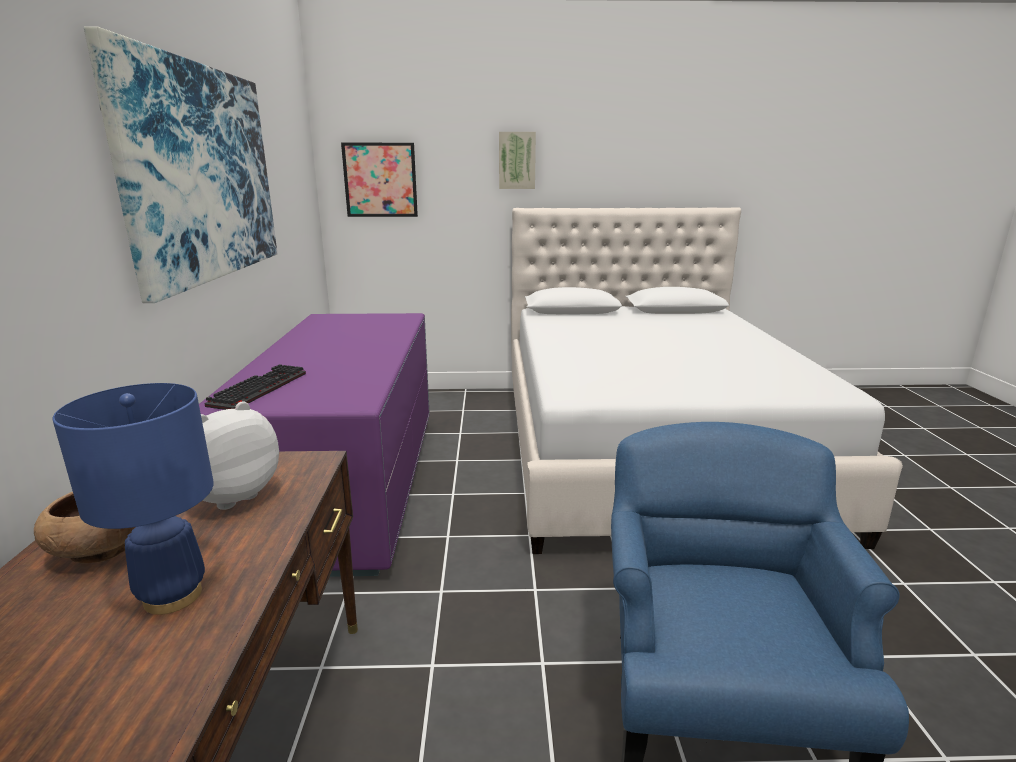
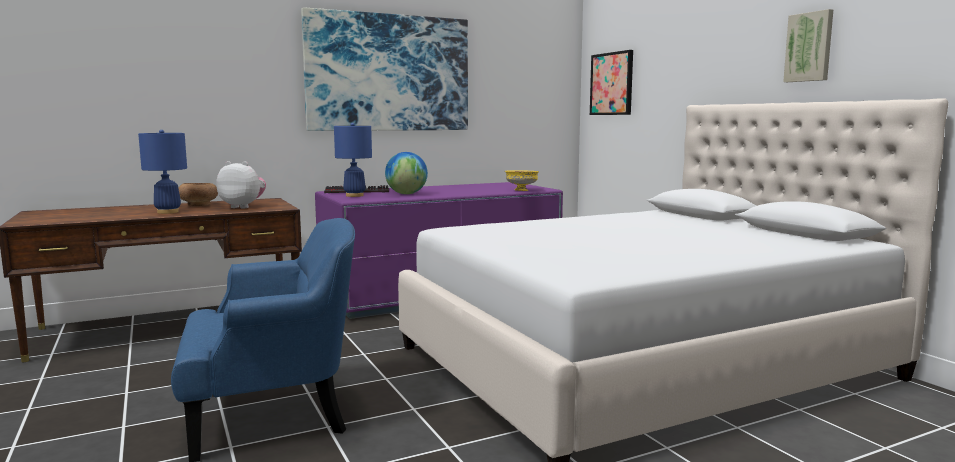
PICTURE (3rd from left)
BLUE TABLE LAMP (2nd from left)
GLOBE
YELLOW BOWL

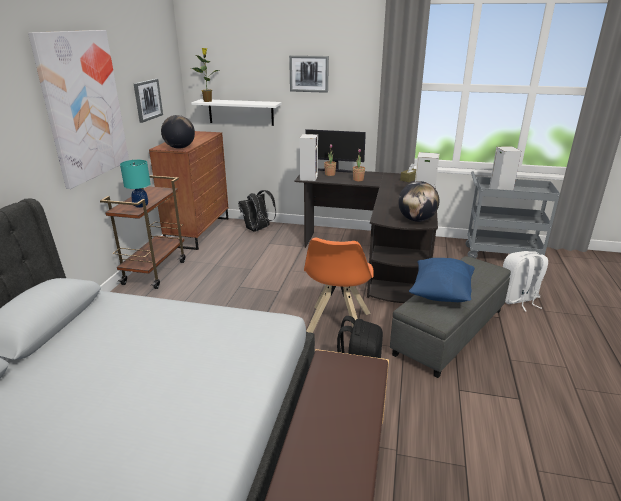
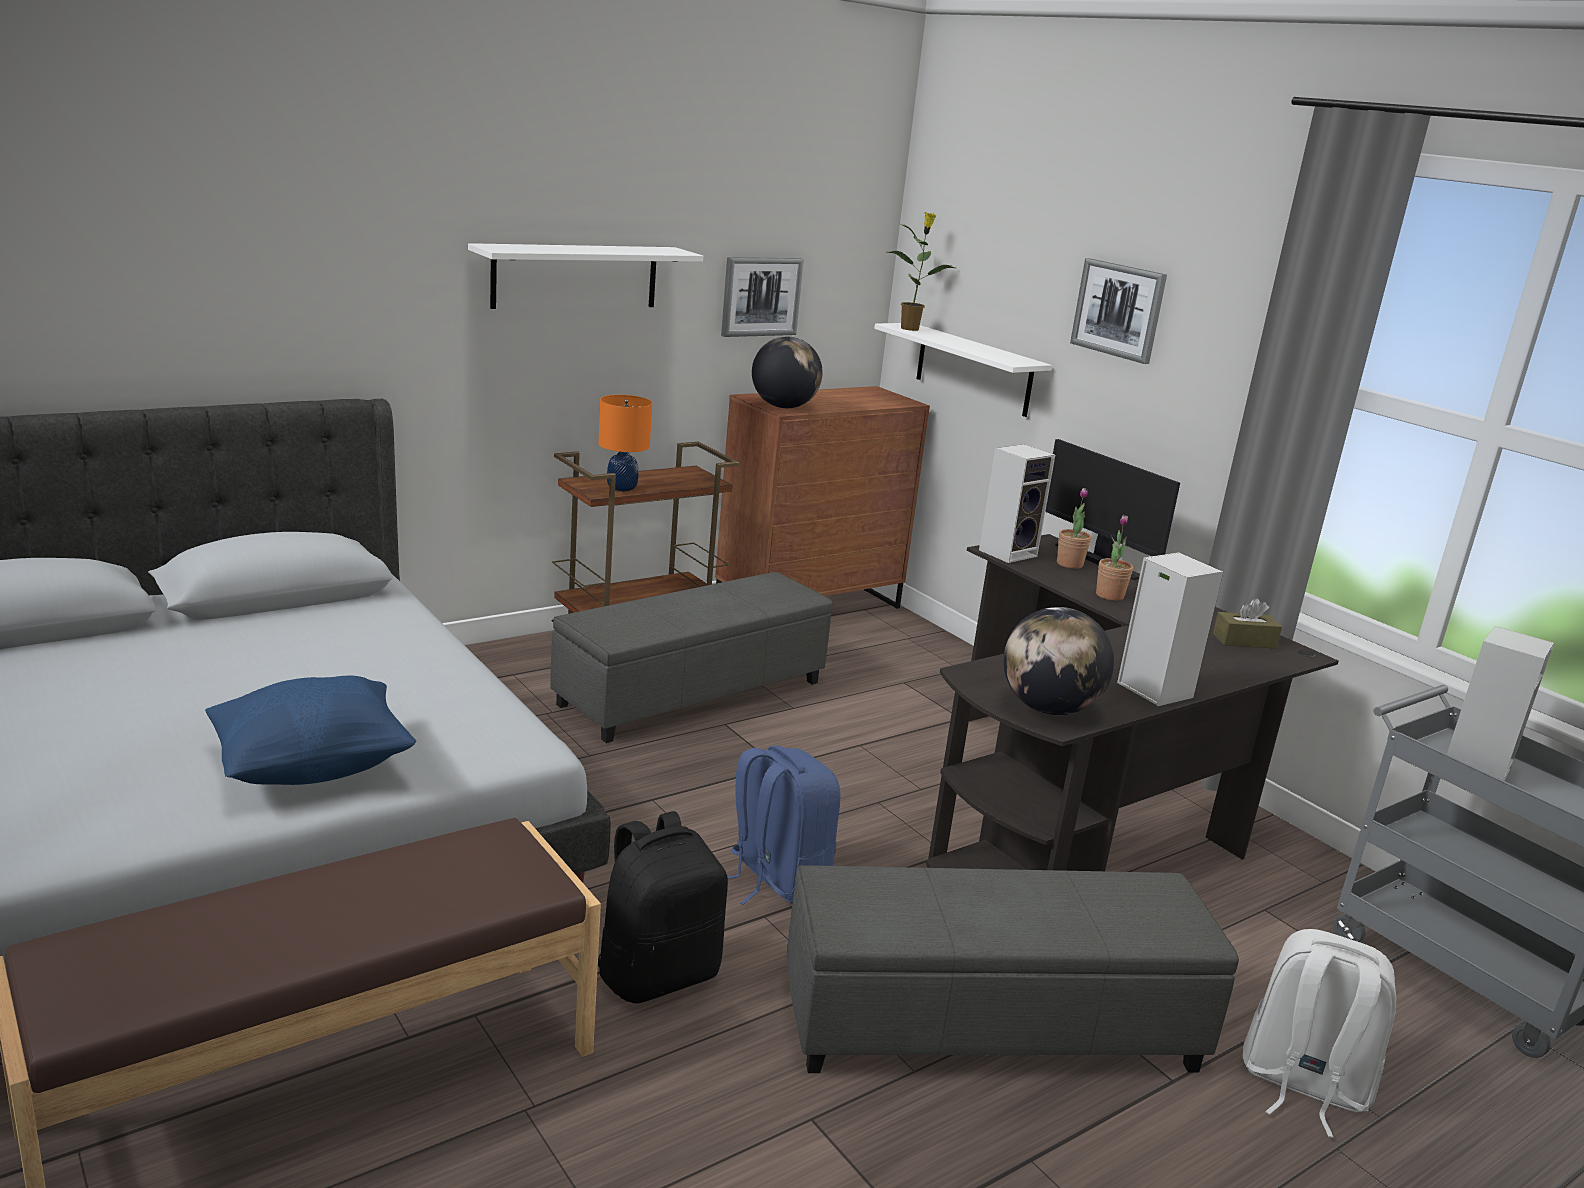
WHITE SHELF (1st from left)
ORANGE TABLE LAMP
BLACK BACKPACK (1st from left in the first image)
BLUE BACKPACK
BLUE PILLOW
GREY OTTOMAN (1st from left)

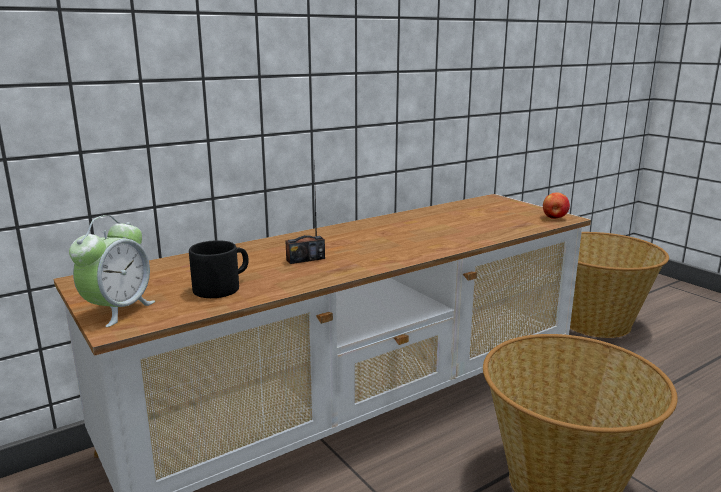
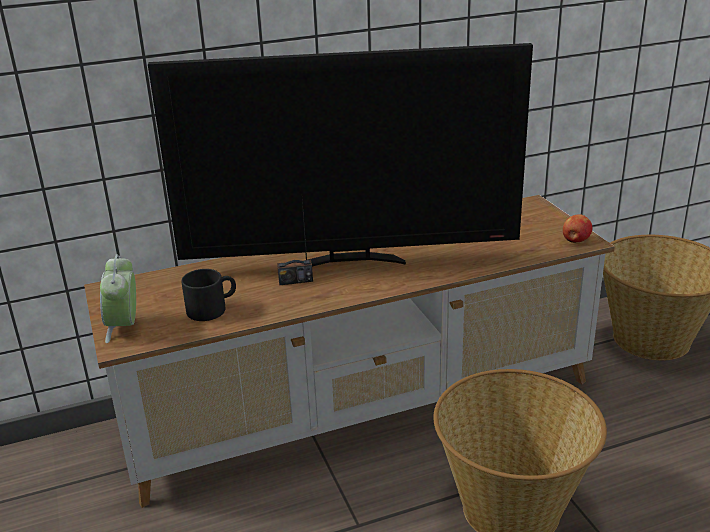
ALARM CLOCK
TELEVISION

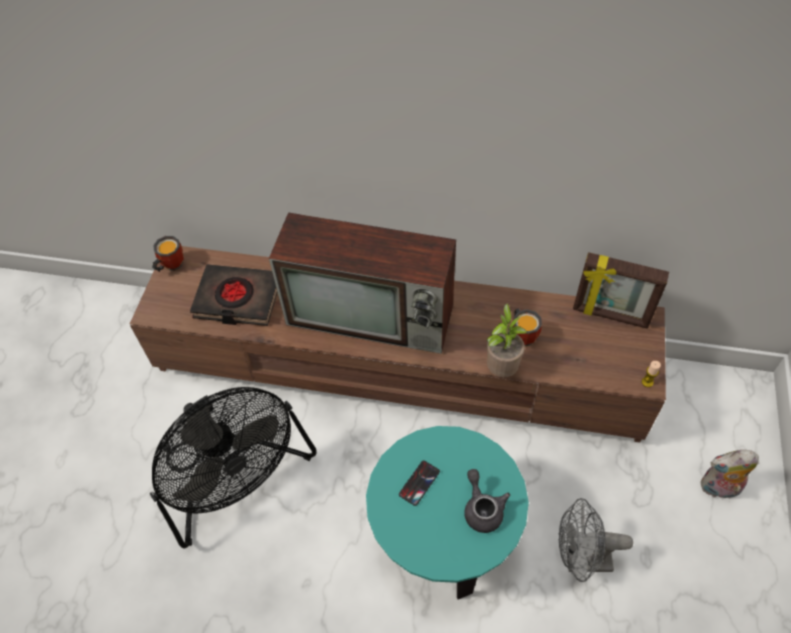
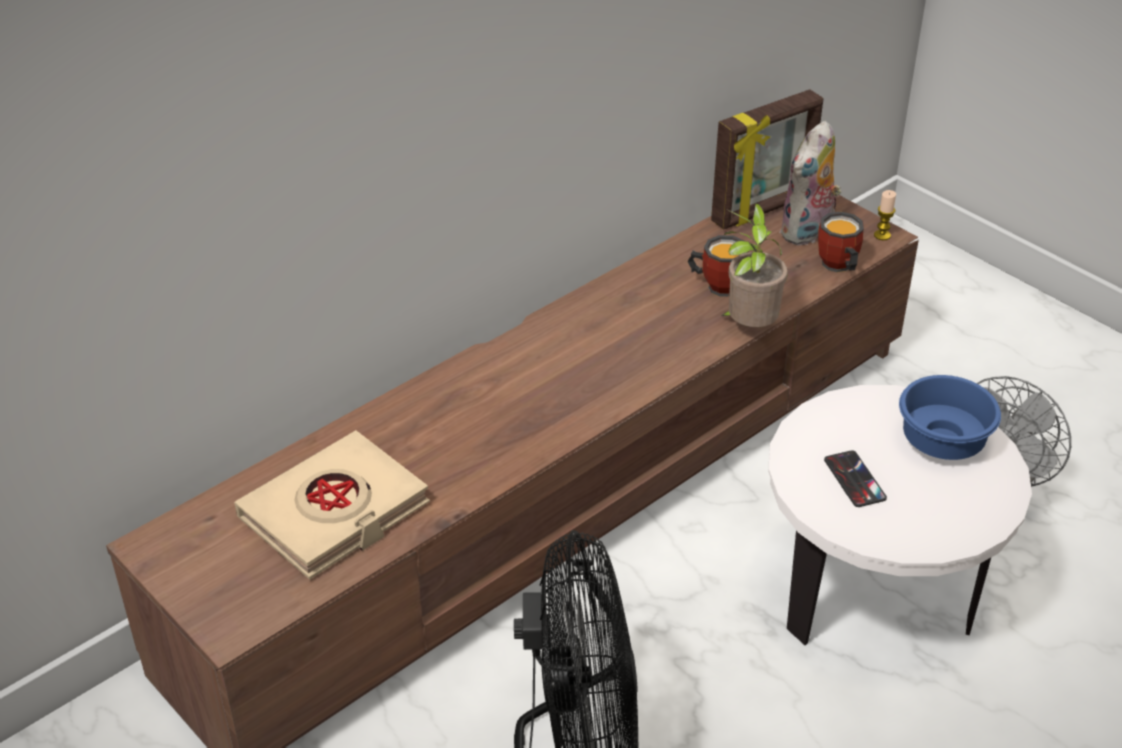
TELEVISION
MUG (2nd from left)
BEIGE BOOK
WHITE SIDE TABLE
PLUSH TOY
BLUE BOWL

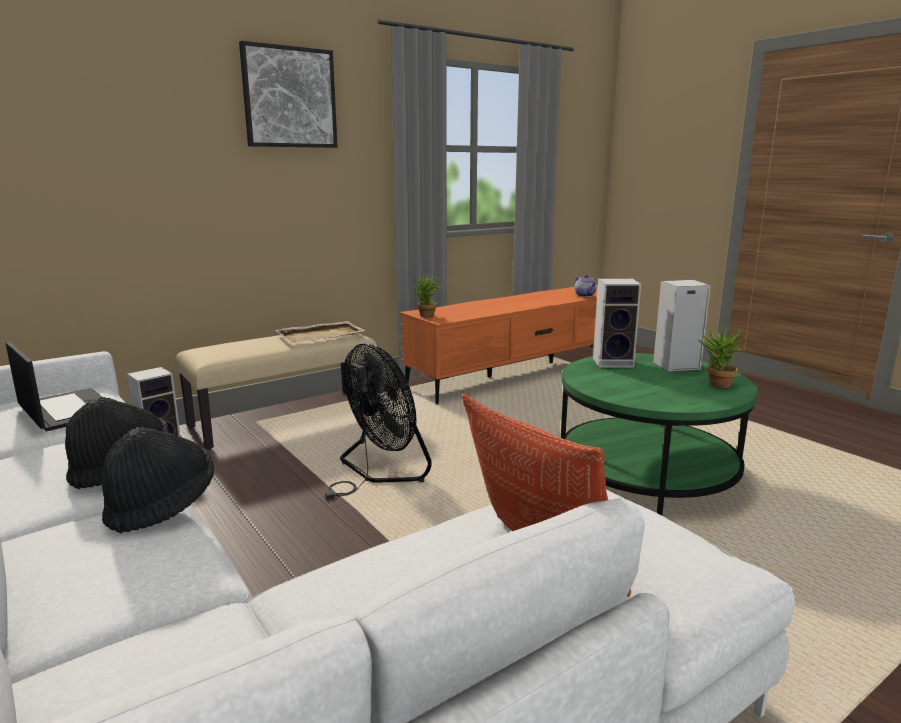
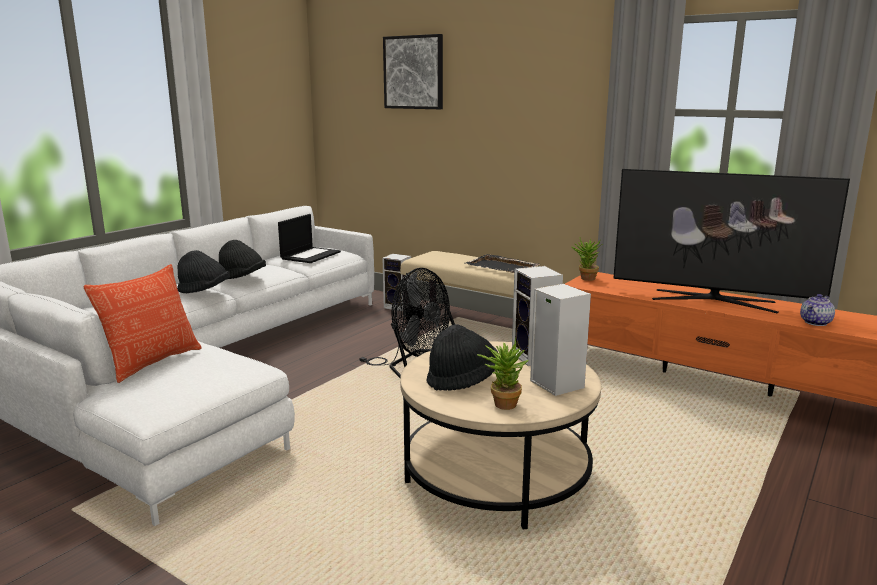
PICTURE
BLACK TRAY
BEIGE COFFEE TABLE
TELEVISION
BLACK HAT (3rd from left)

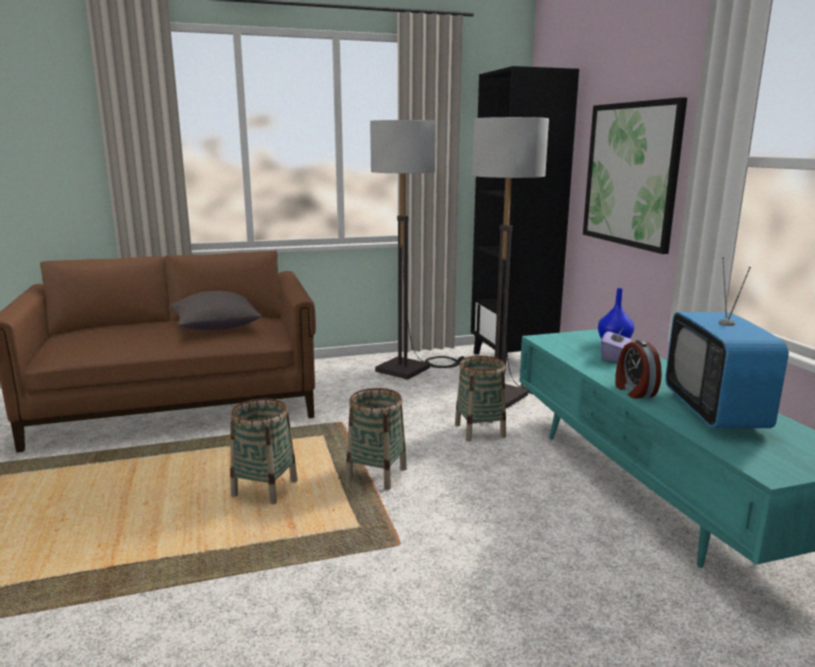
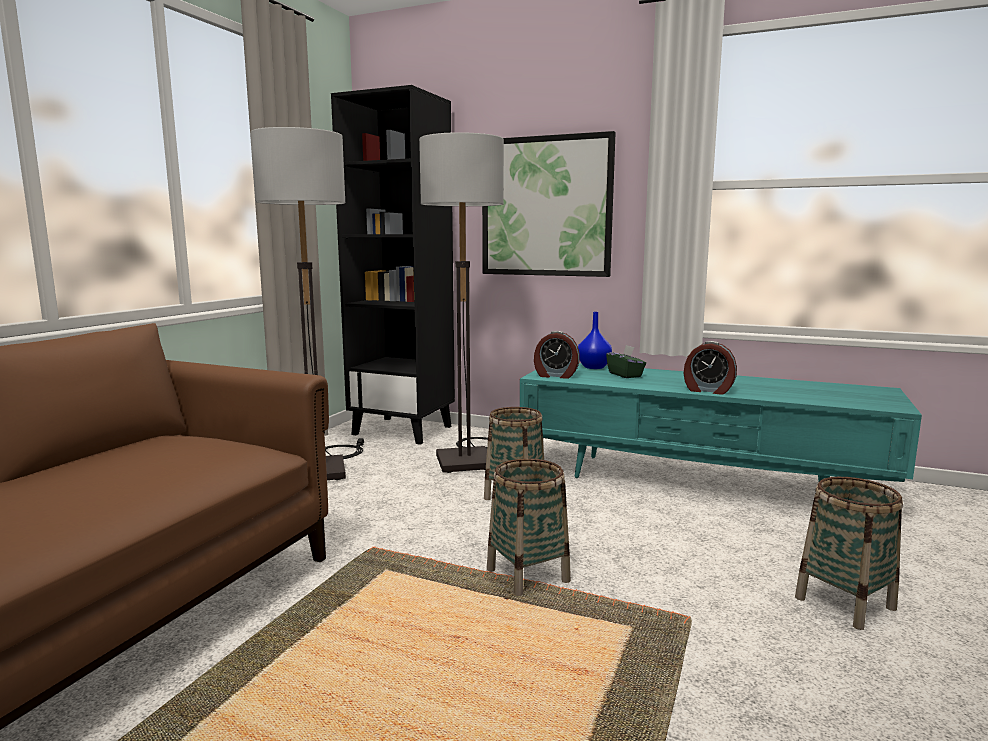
TELEVISION
GREY PILLOW
GREEN TISSUE BOX
BASKET (3rd from left)
ALARM CLOCK (1st from left)

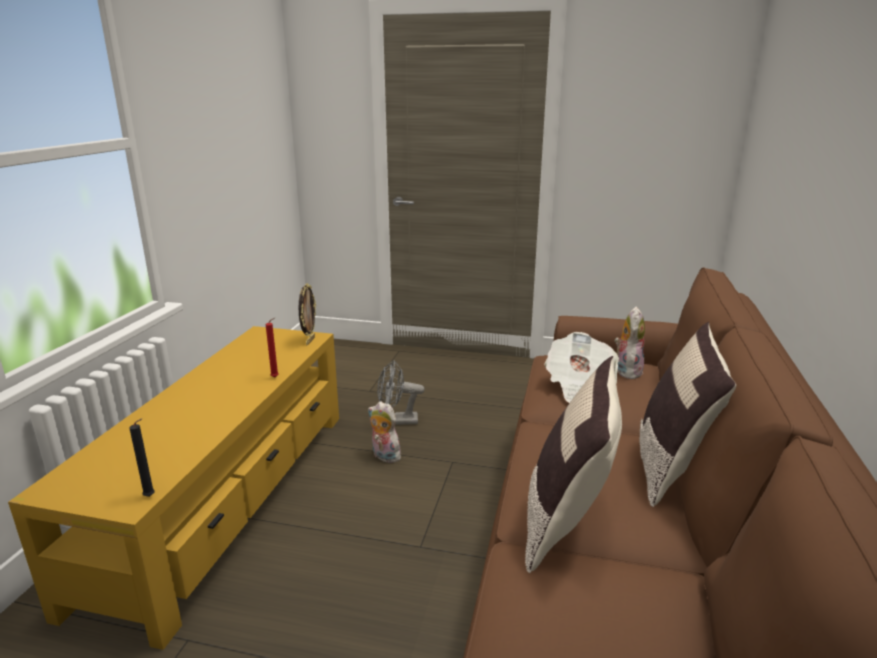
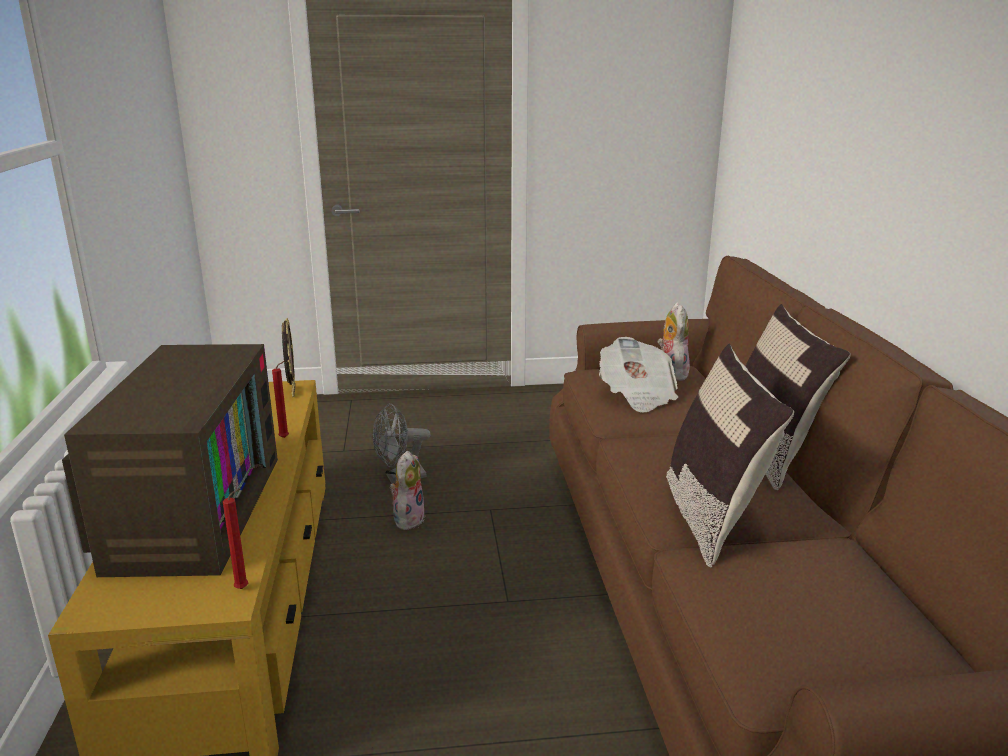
PLUSH TOY (1st from left)
RED CANDLE (1st from left)
TELEVISION

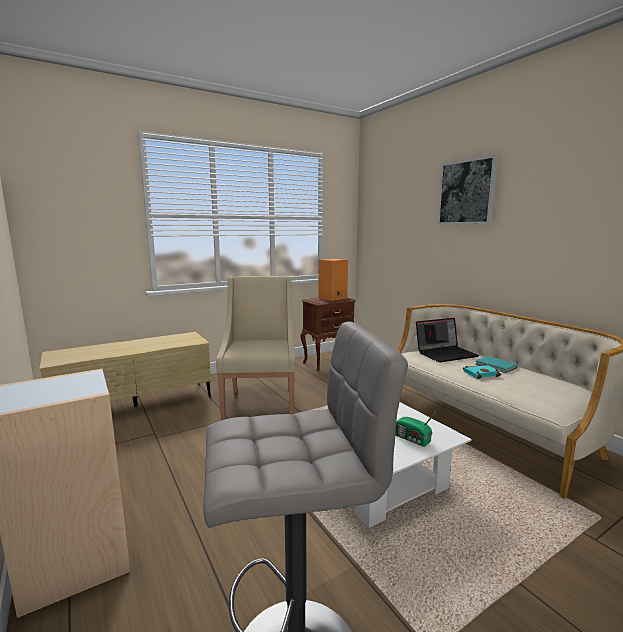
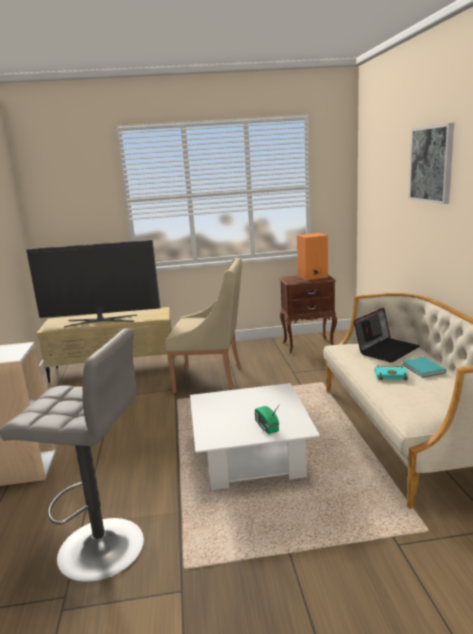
BEIGE ARMCHAIR
LAPTOP
TELEVISION

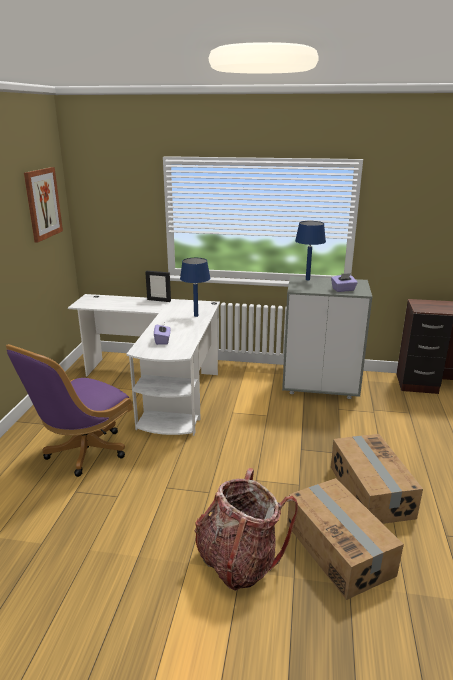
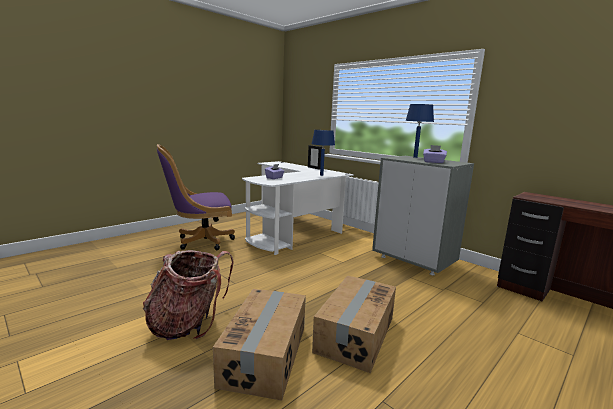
PICTURE

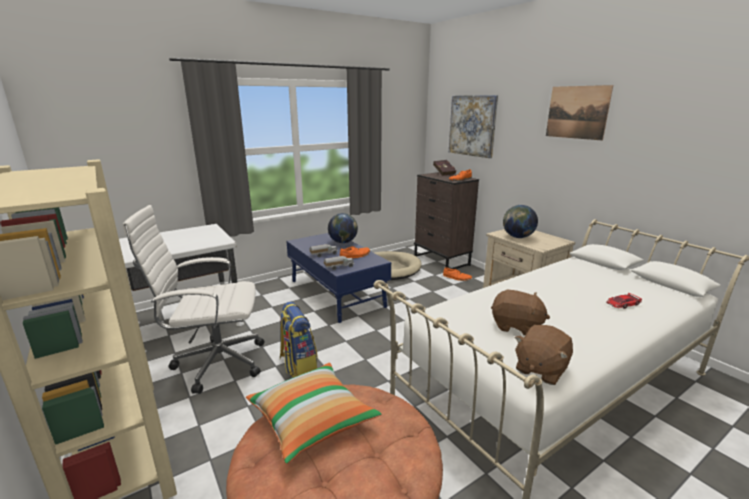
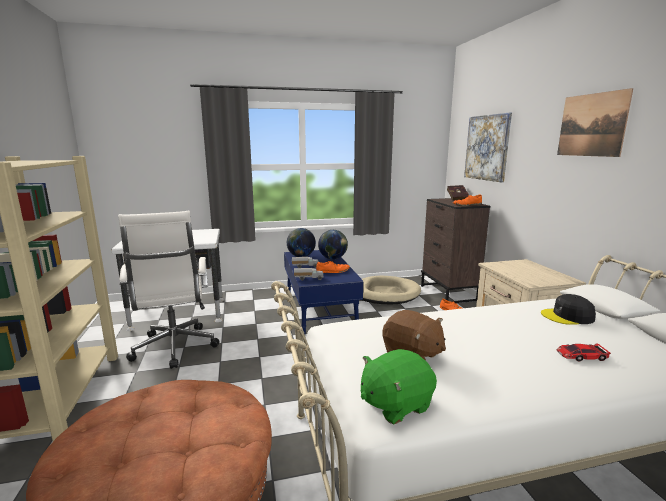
WHITE OFFICE CHAIR
GLOBE (1st from left)
BACKPACK
GREEN PLUSH TOY
PILLOW
BLACK CAP

